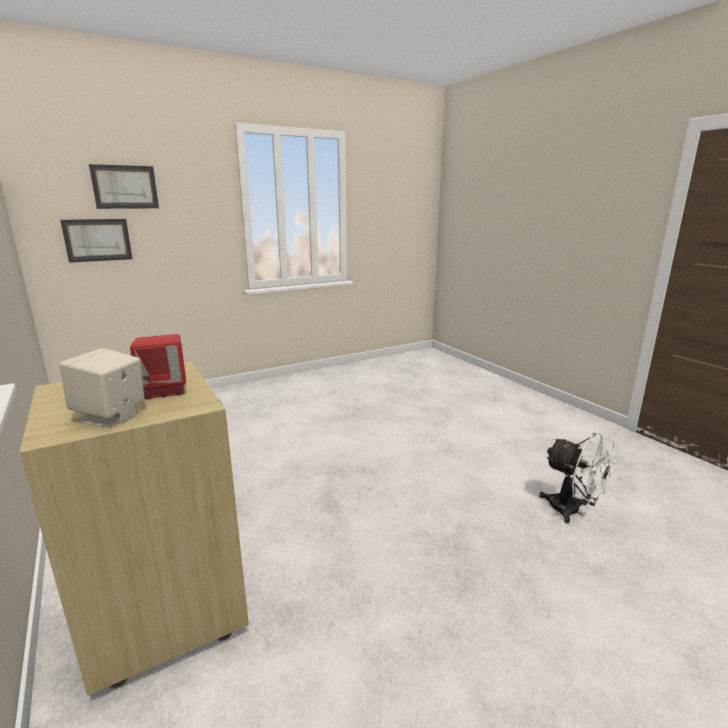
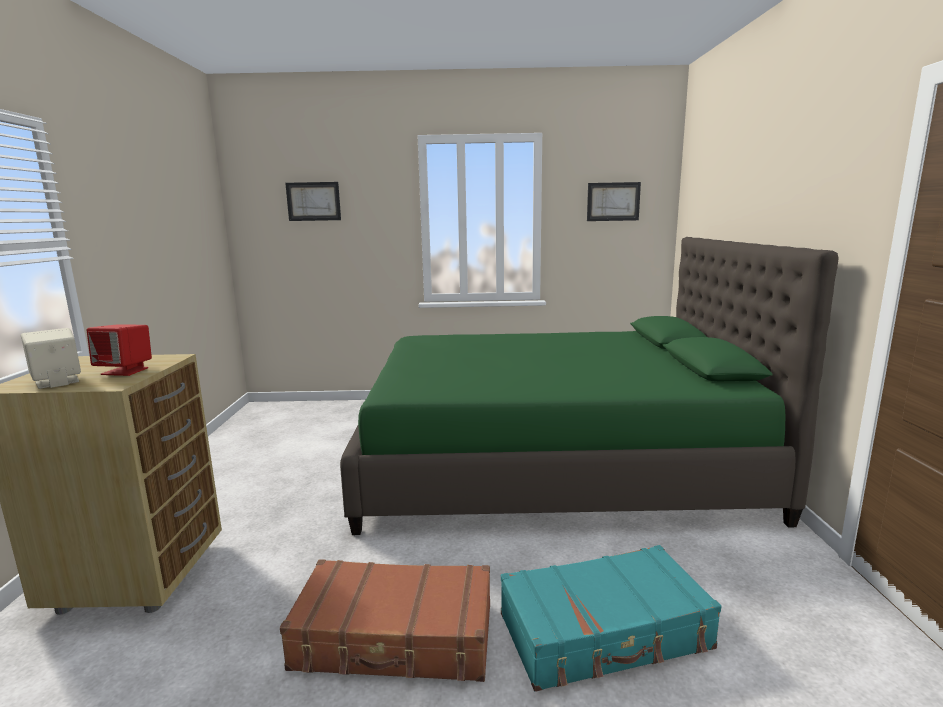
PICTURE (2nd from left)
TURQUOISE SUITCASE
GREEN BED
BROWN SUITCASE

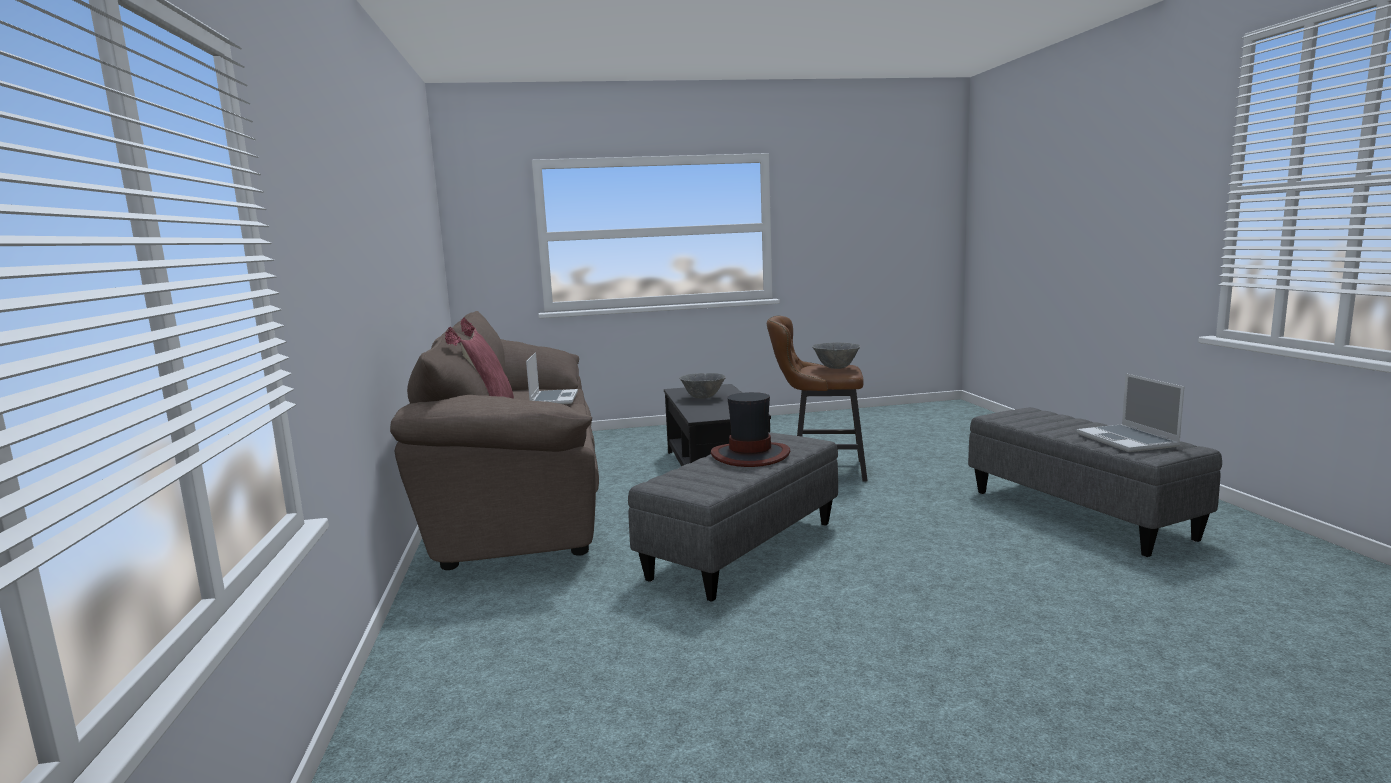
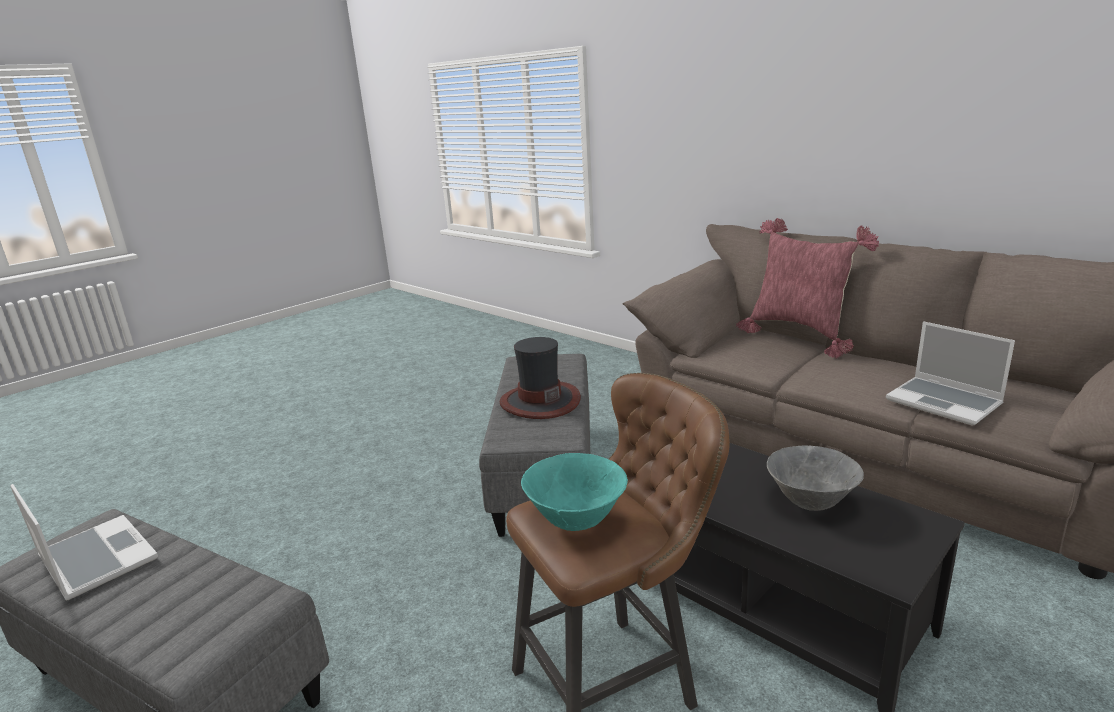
TURQUOISE BOWL

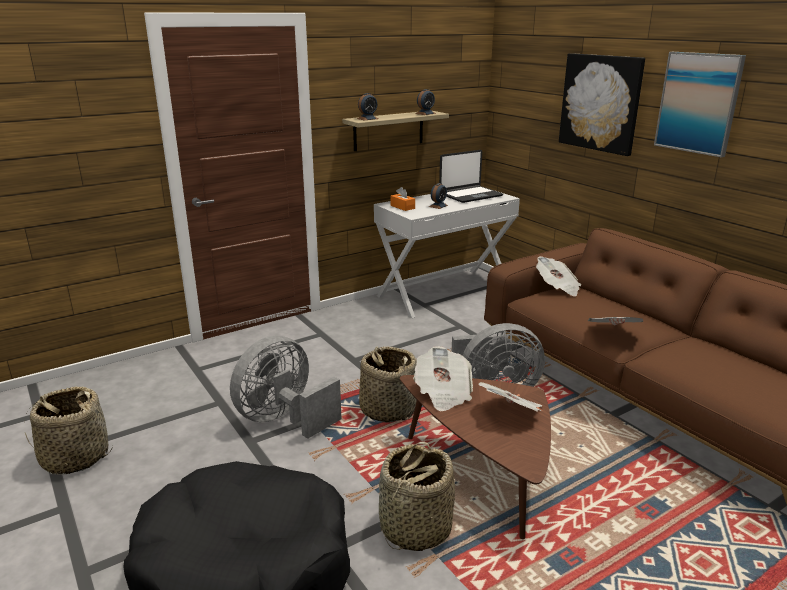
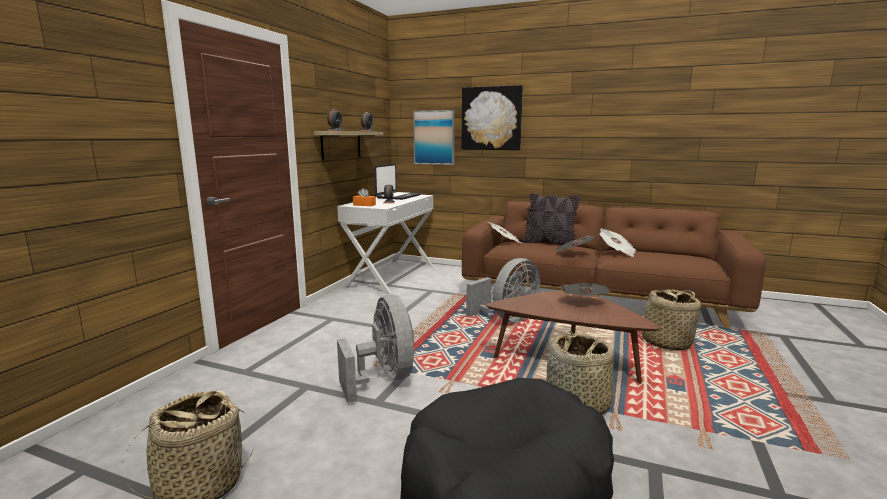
PICTURE (1st from left)
GREY FAN (1st from left)
BASKET (3rd from left)
NEWSPAPER (4th from left)
BLACK PILLOW

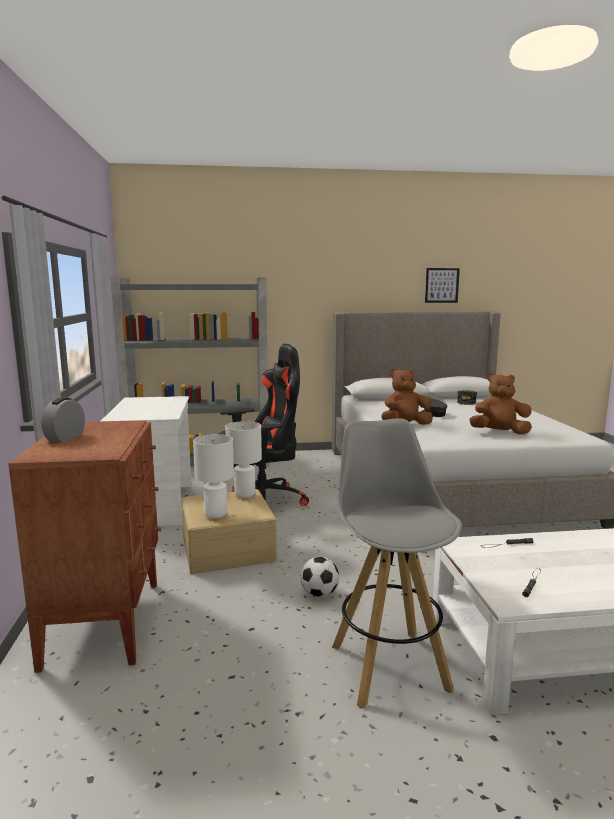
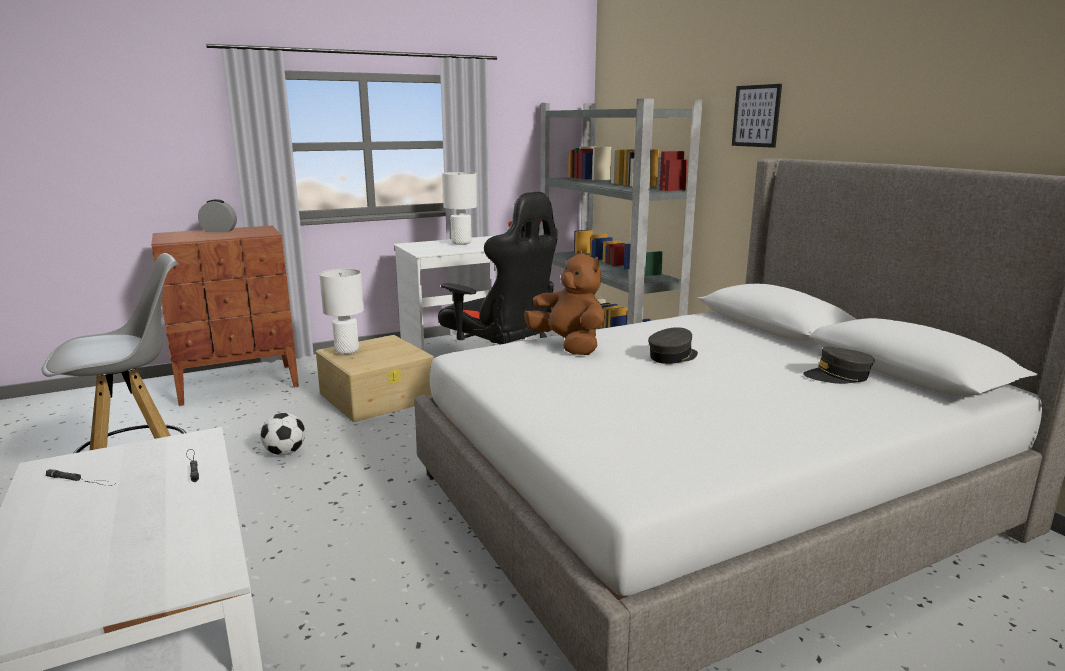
PICTURE
BROWN PLUSH TOY (2nd from left in the first image)
WHITE TABLE LAMP (2nd from left)

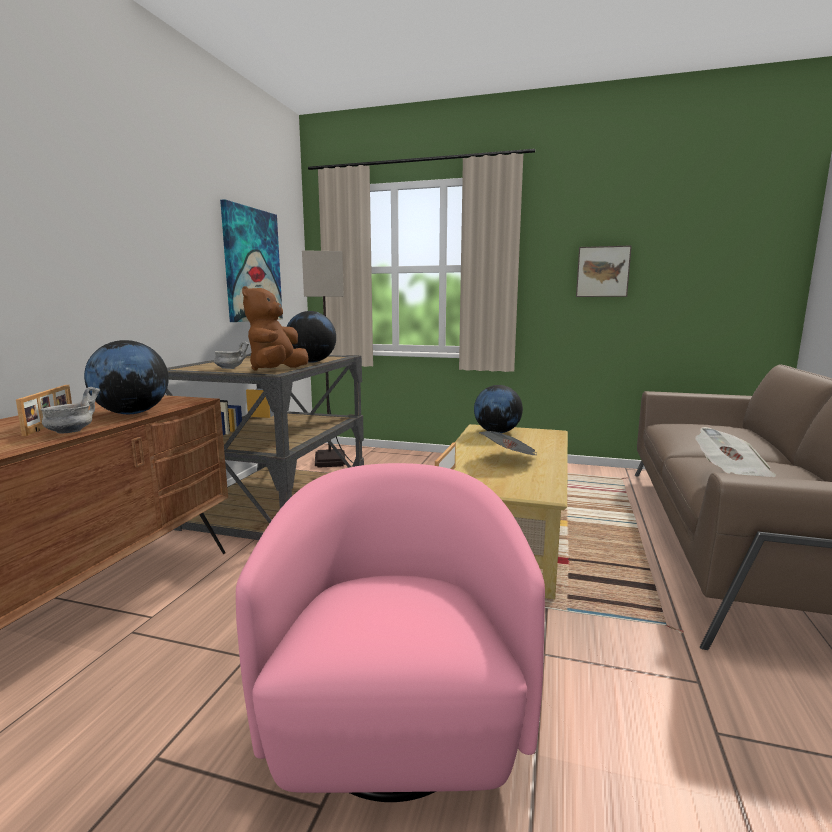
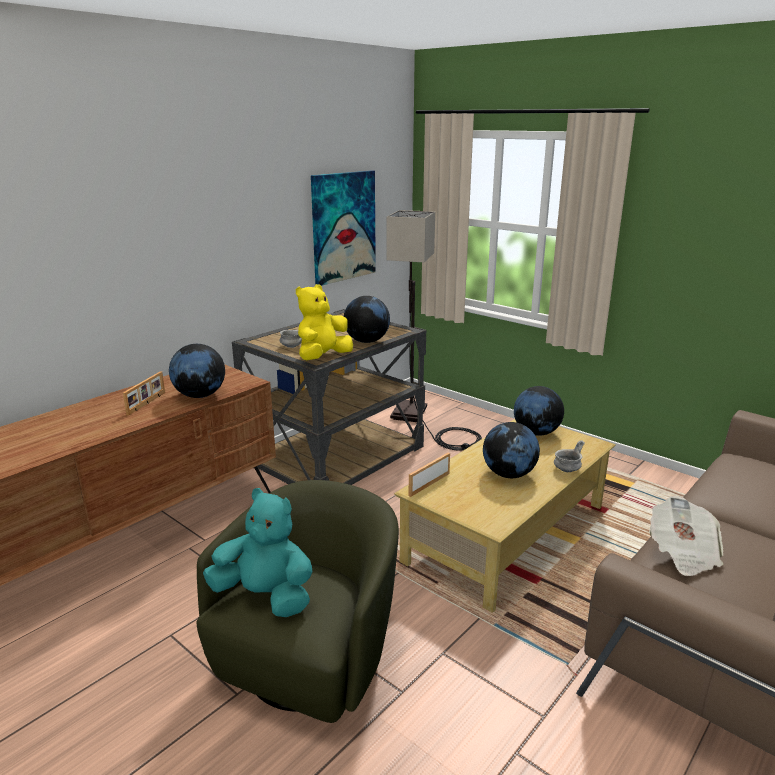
PICTURE (2nd from left in the first image)
YELLOW PLUSH TOY
GREY BOWL (2nd from left)
GLOBE (3rd from left)
GREEN ARMCHAIR
TURQUOISE PLUSH TOY

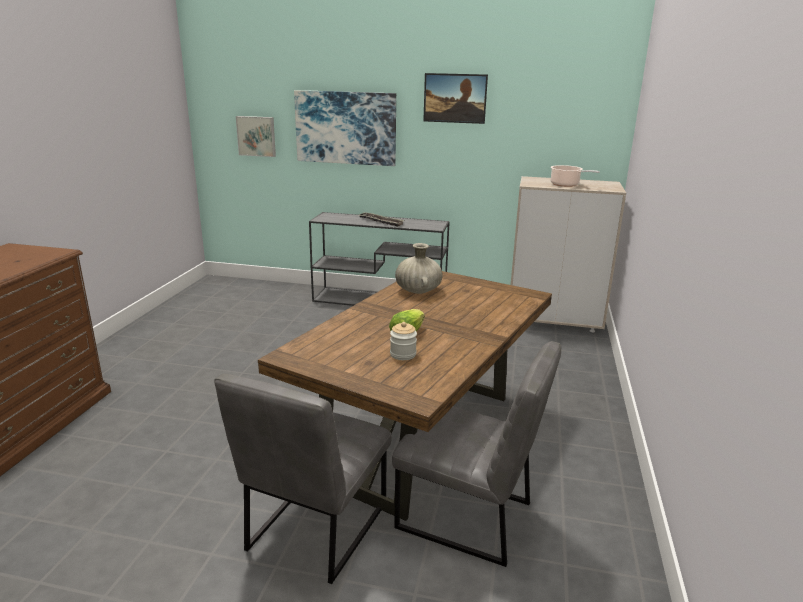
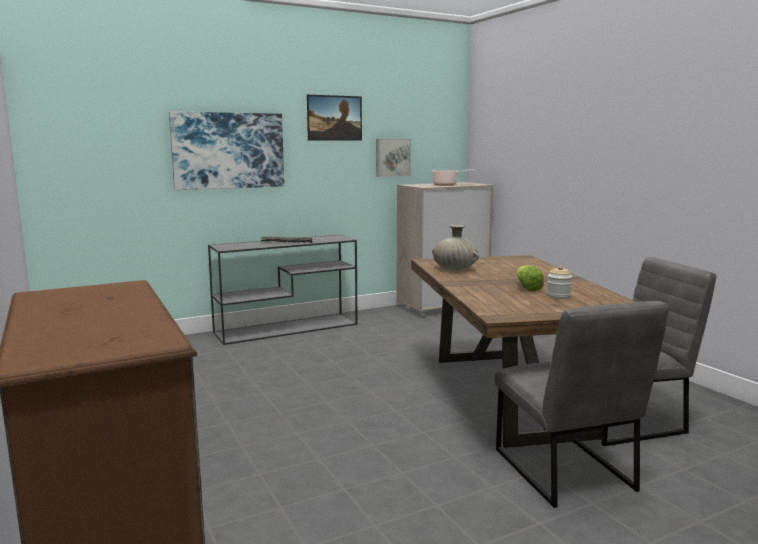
PICTURE (3rd from left)

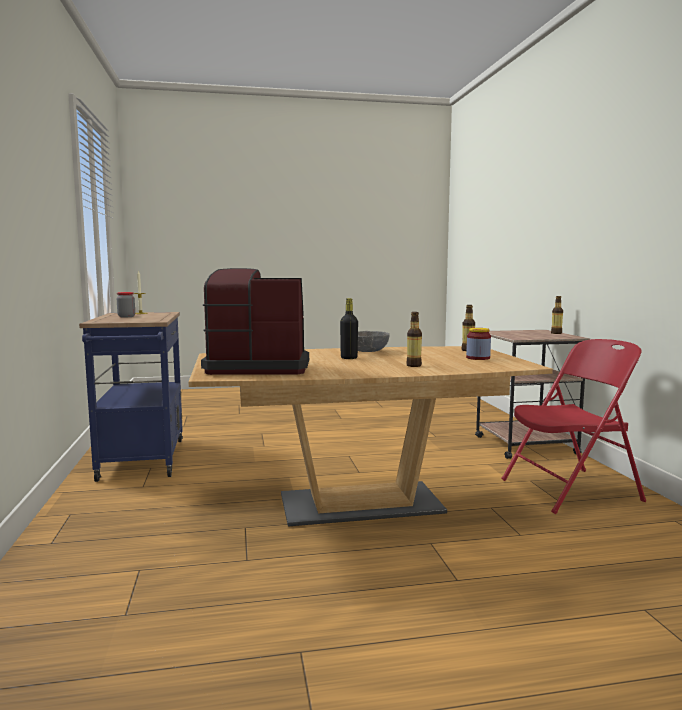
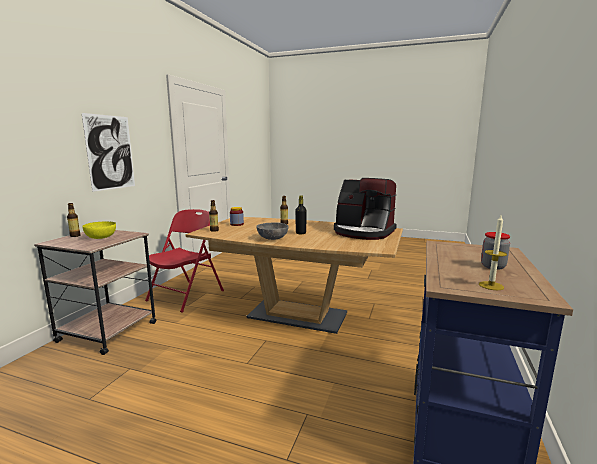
RED CHAIR
PICTURE
YELLOW BOWL

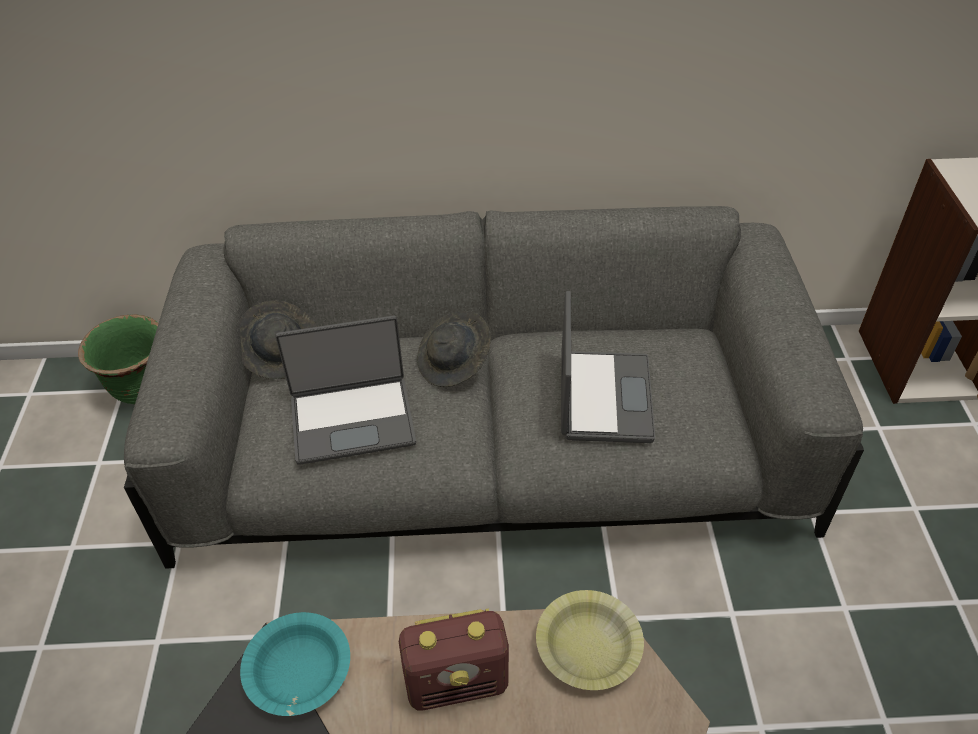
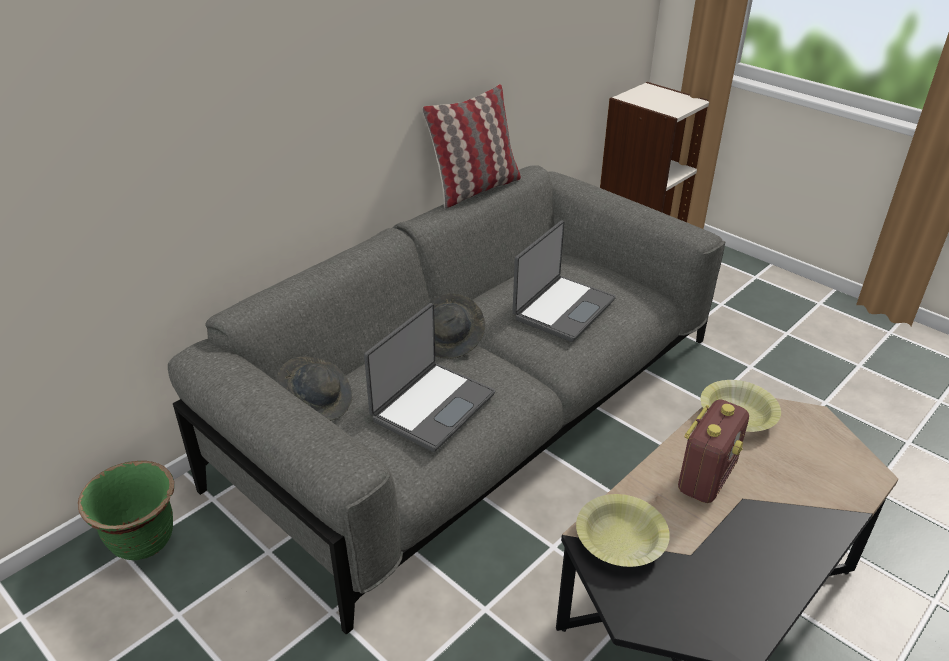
LAPTOP (2nd from left)
YELLOW BOWL (1st from left)
PILLOW

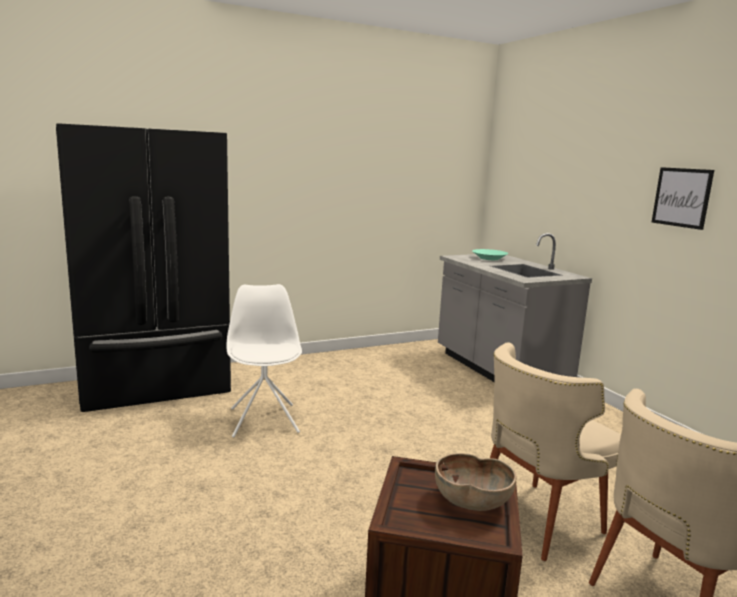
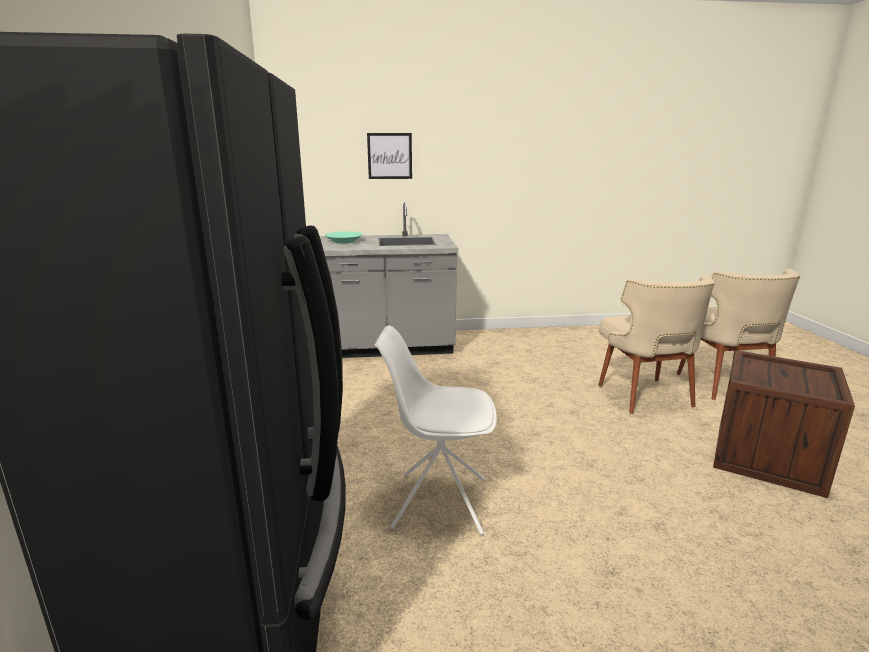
PICTURE
BROWN BOWL

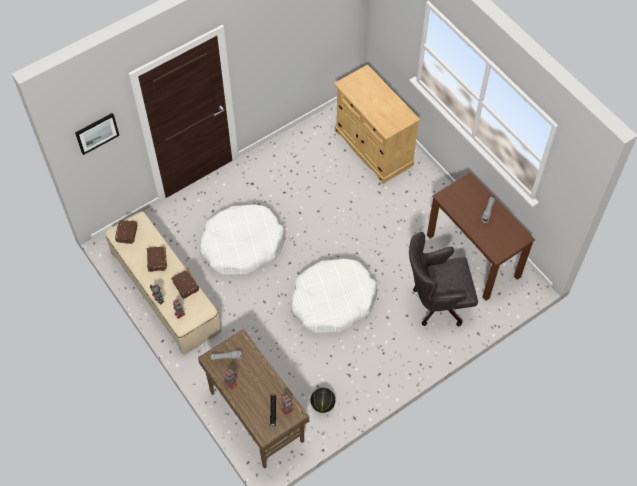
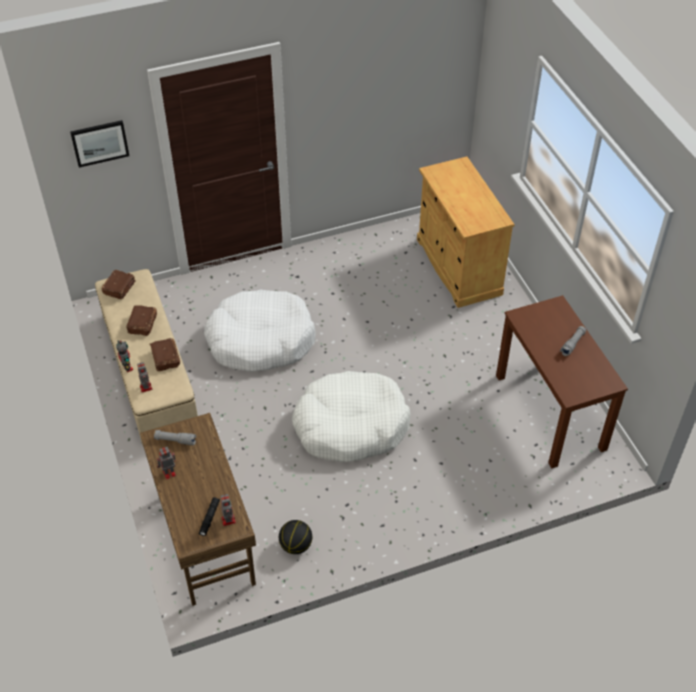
GREY OFFICE CHAIR

